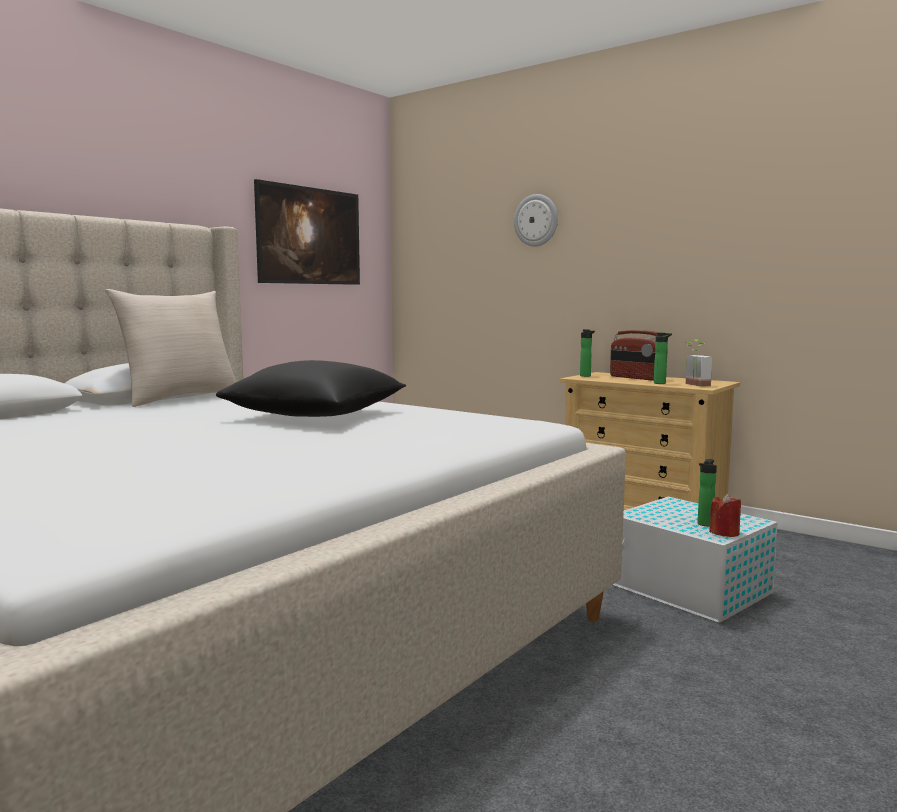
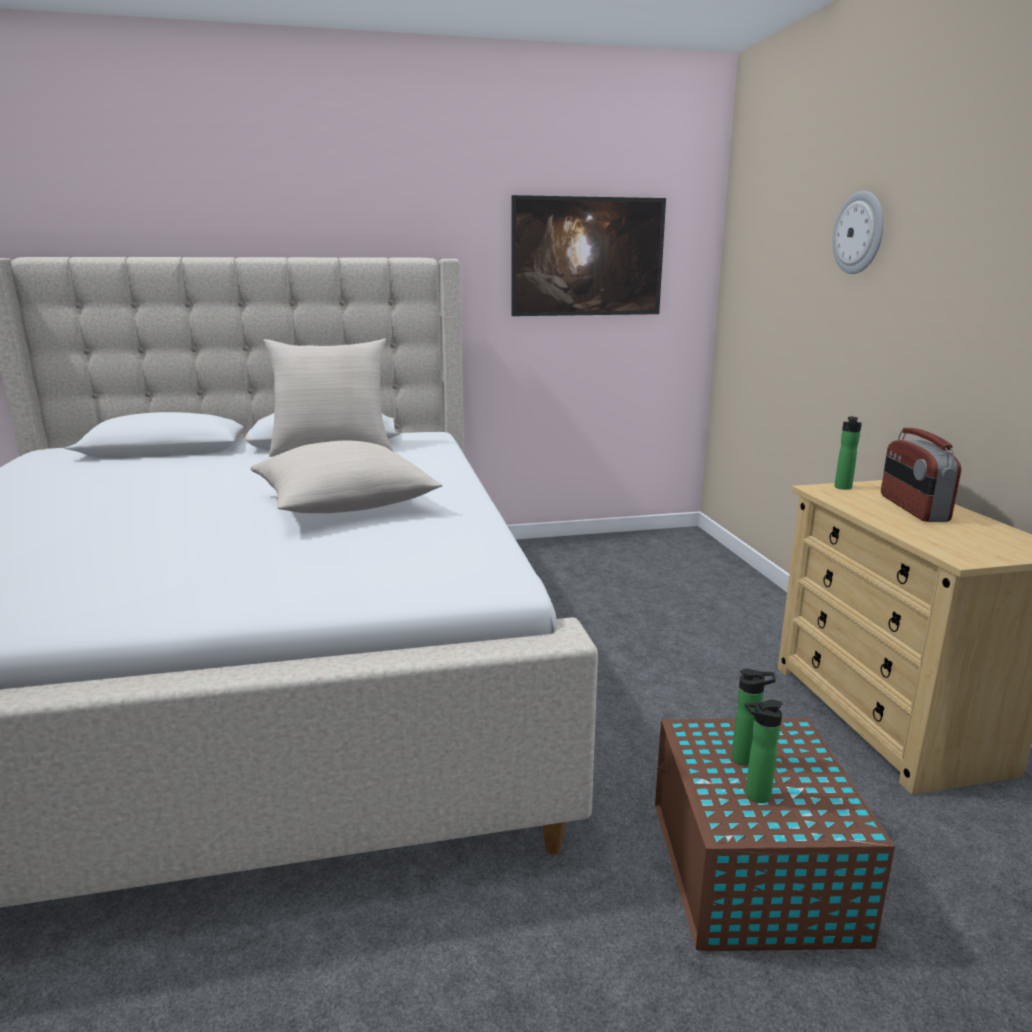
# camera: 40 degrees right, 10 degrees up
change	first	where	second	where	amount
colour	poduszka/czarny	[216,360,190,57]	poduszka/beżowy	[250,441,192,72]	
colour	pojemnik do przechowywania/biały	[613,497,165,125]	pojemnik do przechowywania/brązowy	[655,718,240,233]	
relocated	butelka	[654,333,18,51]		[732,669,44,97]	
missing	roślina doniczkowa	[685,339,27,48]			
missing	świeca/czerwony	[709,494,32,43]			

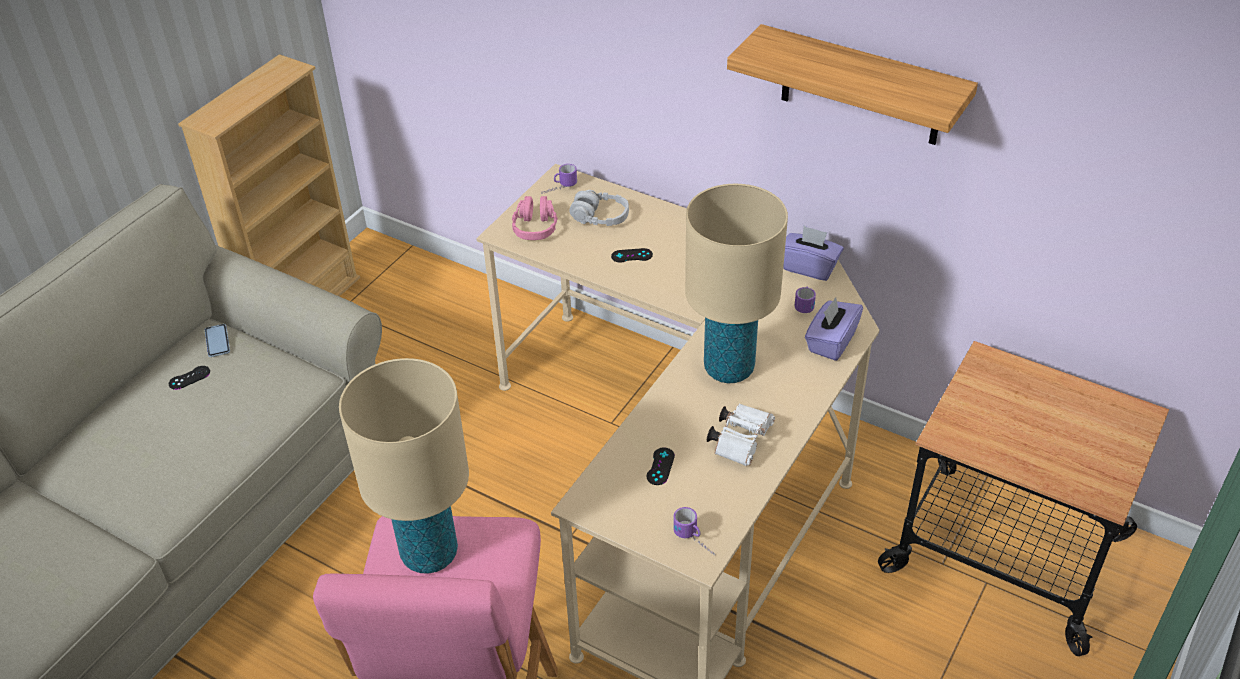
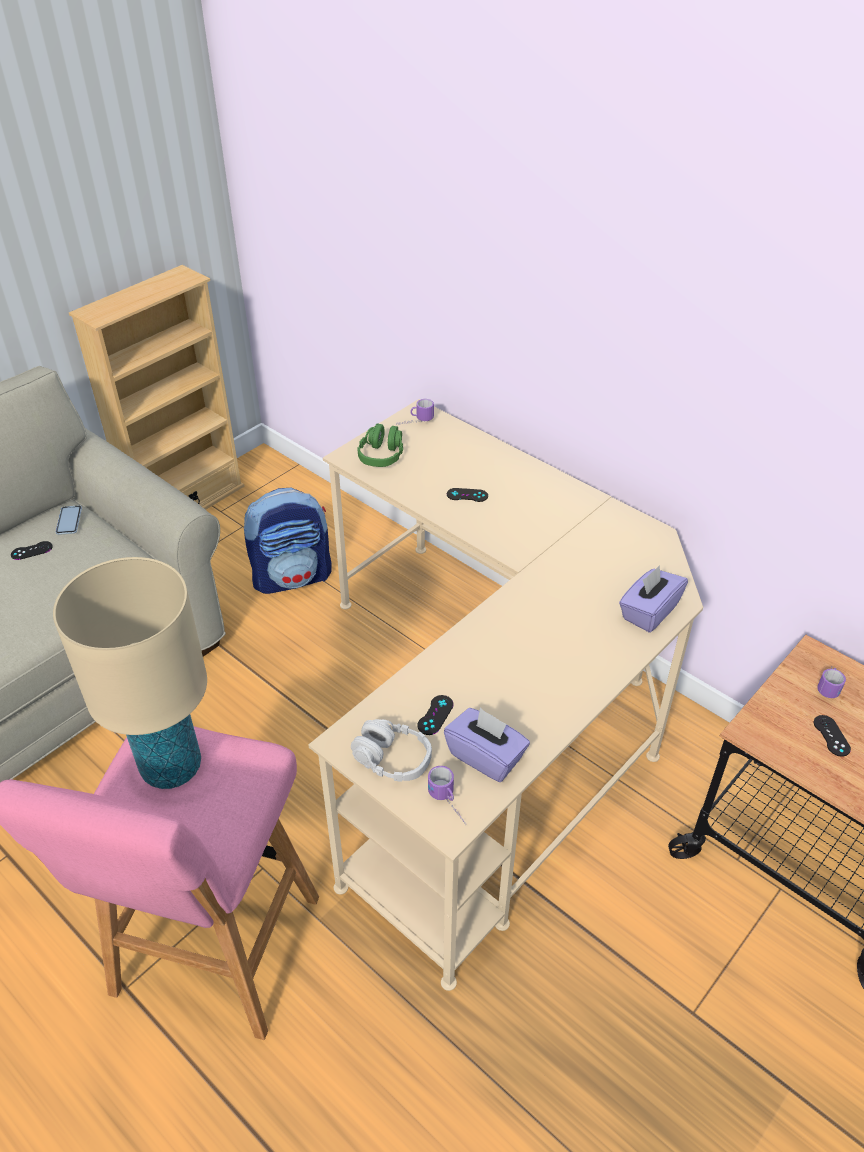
# camera: 10 degrees right, 0 degrees up
change	first	where	second	where	amount
appeared			plecak	[244,488,88,106]	
relocated	słuchawki/szary	[569,190,60,36]		[351,719,81,63]	
colour	słuchawki/różowy	[512,196,45,44]	słuchawki/zielony	[358,423,45,44]	
relocated	pudełko chusteczek/fioletowy	[783,226,61,55]		[444,707,86,75]	
appeared			pad do gier/czarny	[814,715,37,42]	
relocated	kubek	[795,287,21,26]		[817,667,29,31]	
missing	lampa stołowa/beżowy	[685,184,103,199]			
missing	lornetka/biały	[707,404,68,62]			
missing	półka	[727,24,251,121]			

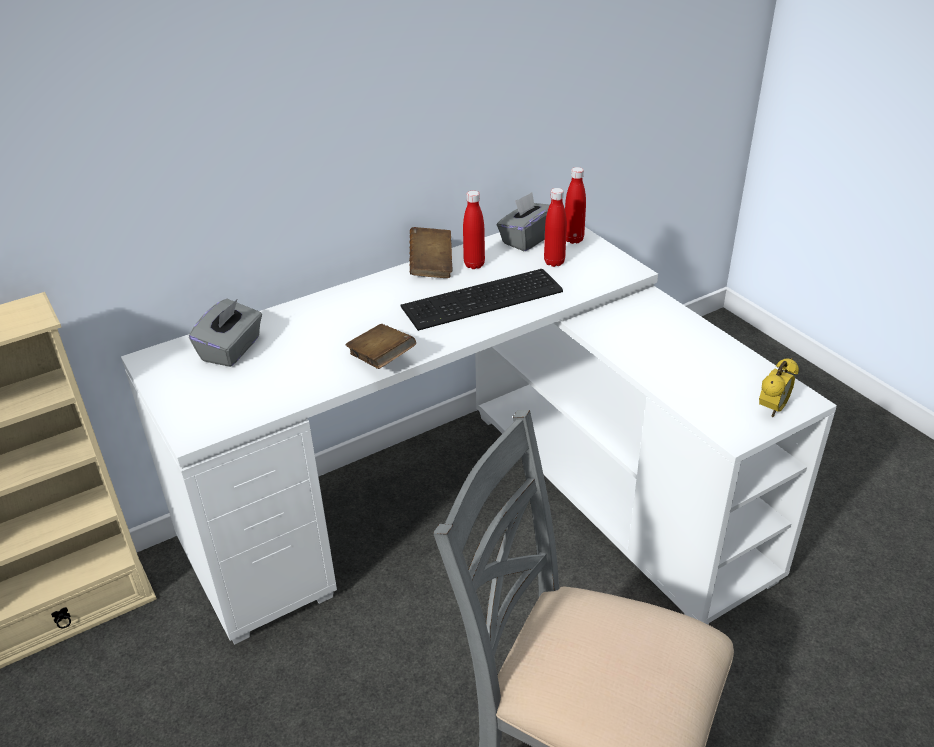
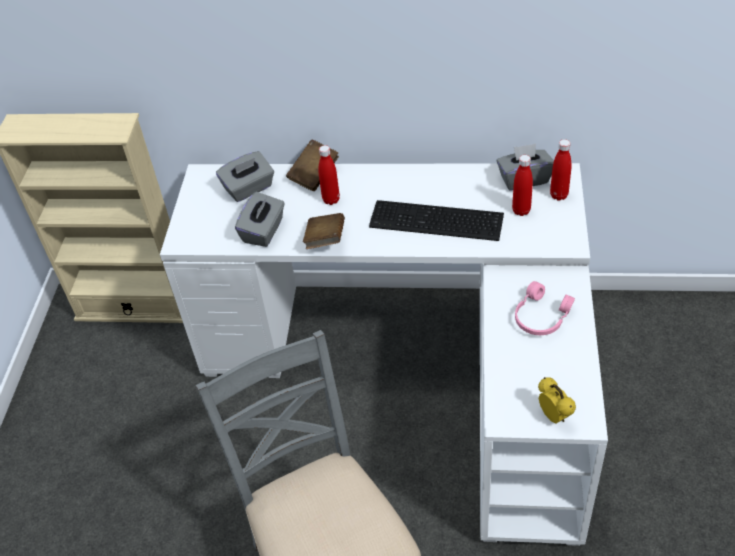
# camera: 40 degrees right, 10 degrees up
change	first	where	second	where	amount
appeared			pudełko chusteczek/szary	[235,192,50,55]	
relocated	książka/brązowy	[409,227,44,51]		[286,140,53,51]	
relocated	butelka/czerwony	[463,190,22,79]		[318,145,22,60]	
appeared			słuchawki/różowy	[515,281,60,54]	
spun	budzik	[759,358,40,59]		[538,377,38,46]	105 degrees counterclockwise

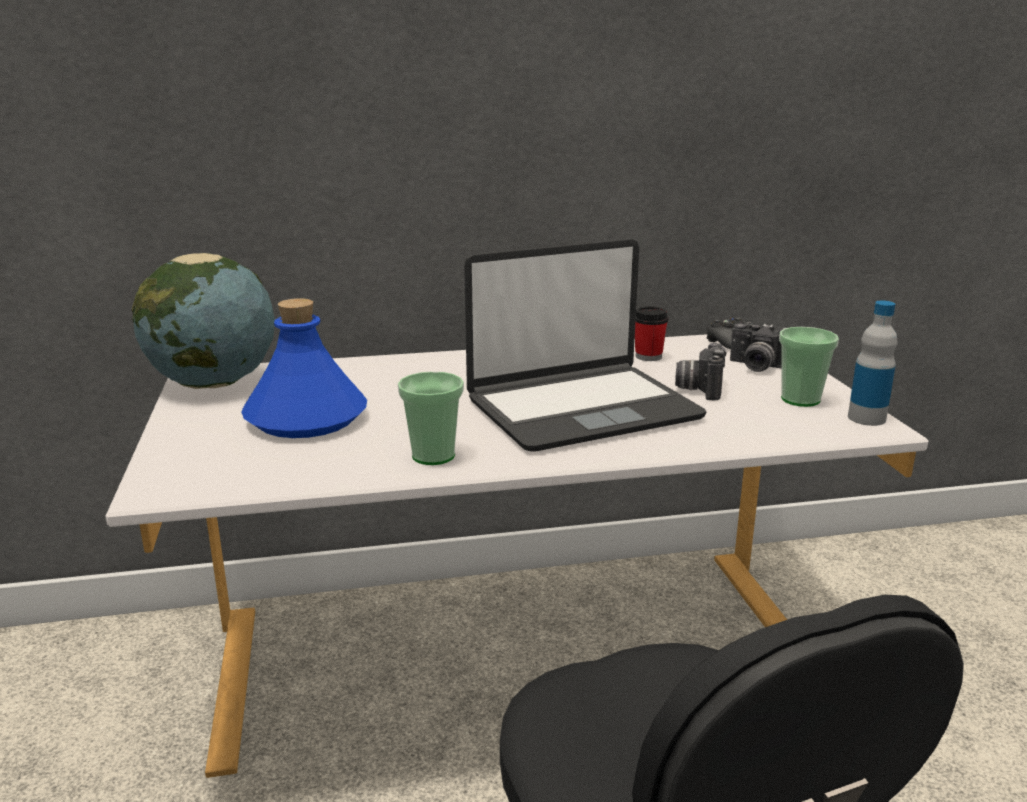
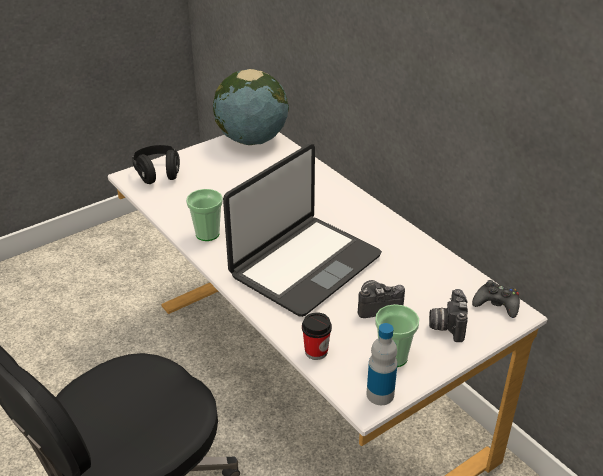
# camera: 65 degrees right, 15 degrees up
change	first	where	second	where	amount
appeared			słuchawki/czarny	[132,145,48,39]	
spun	laptop	[464,239,242,213]		[223,144,159,173]	90 degrees counterclockwise
relocated	filiżanka	[635,306,33,55]		[302,312,30,48]	
missing	butelka/niebieski	[241,298,126,140]			

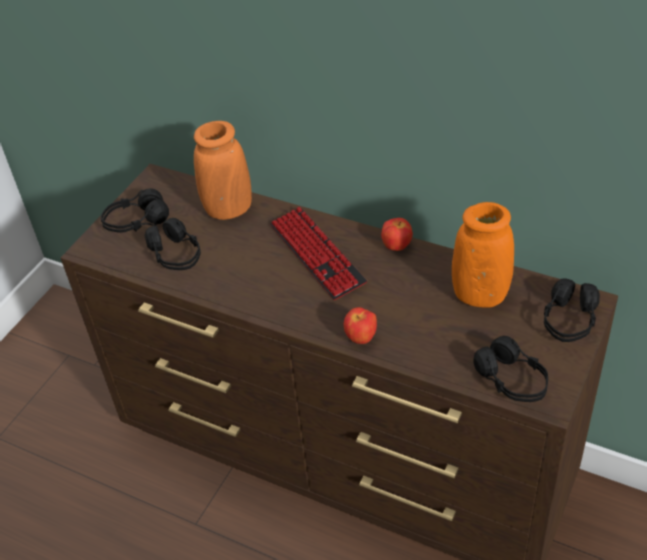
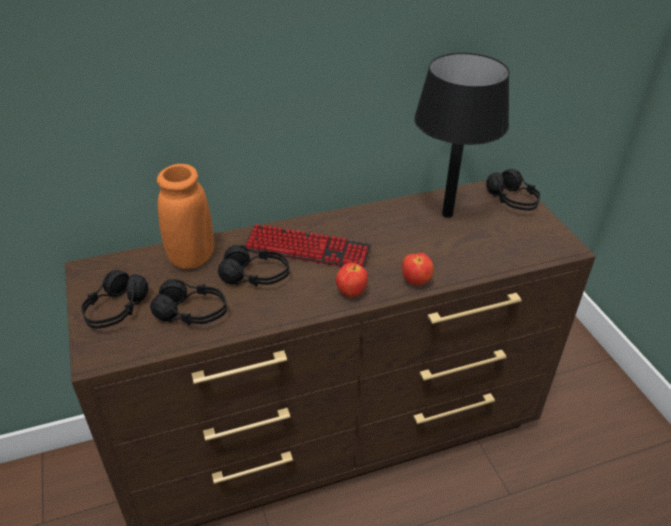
# camera: 50 degrees left, 5 degrees down
change	first	where	second	where	amount
relocated	słuchawki/czarny	[473,336,75,66]		[218,245,71,41]	
relocated	jabłko	[381,218,32,33]		[336,263,32,35]	
exchanged	wazon/pomarańczowy	[452,202,62,106]	lampa stołowa/czarny	[414,53,96,165]	

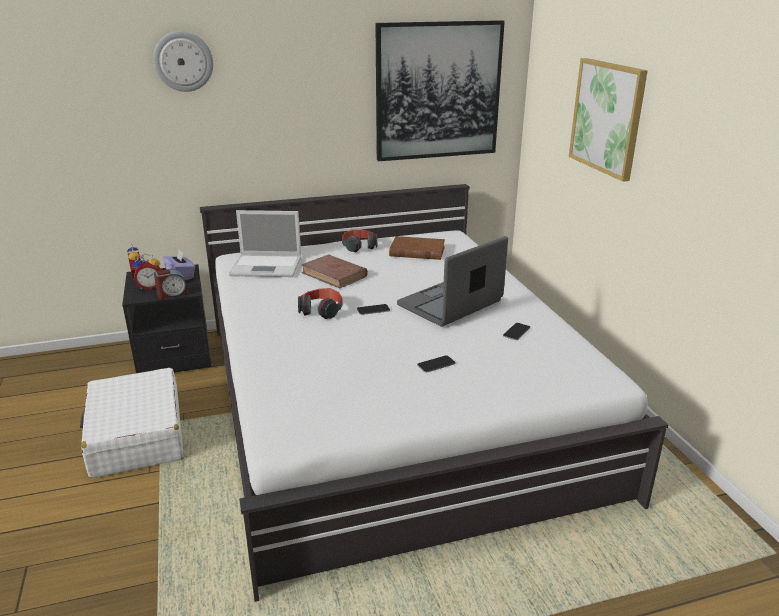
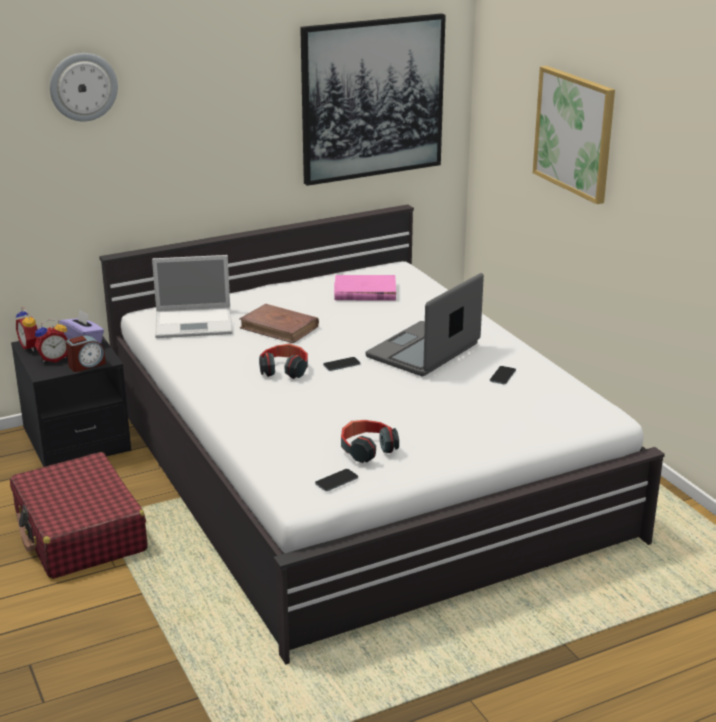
# camera: 10 degrees left, 0 degrees up
change	first	where	second	where	amount
colour	walizka/biały	[80,368,104,110]	walizka/czerwony	[10,452,137,127]	
relocated	telefon	[417,355,38,18]		[315,469,43,22]	
colour	książka/brązowy	[389,236,56,24]	książka/różowy	[334,275,62,25]	
relocated	słuchawki	[342,229,35,23]		[341,420,58,43]	

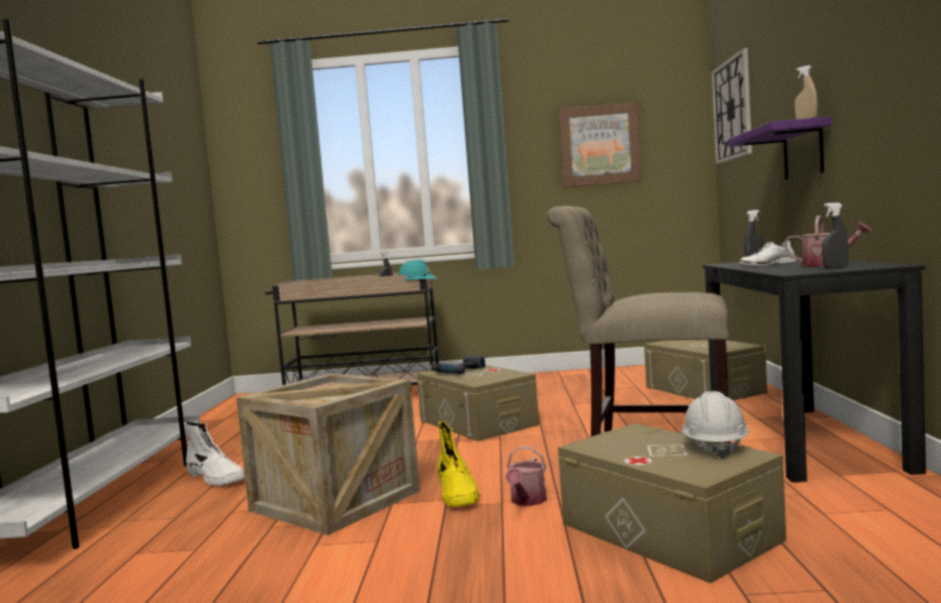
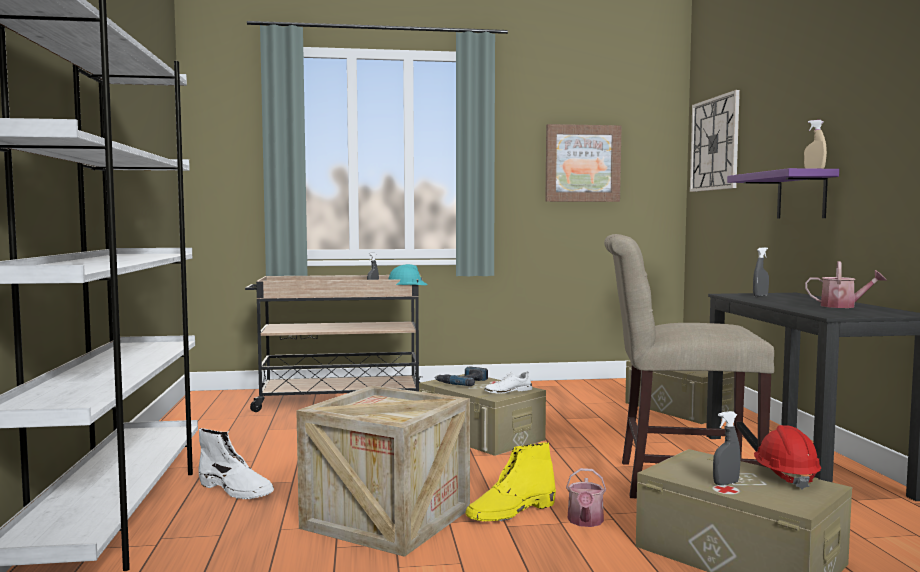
# camera: 10 degrees left, 0 degrees up
change	first	where	second	where	amount
spun	but z cholewką/żółty	[437,421,44,86]		[465,442,91,80]	75 degrees clockwise
relocated	but/biały	[740,241,56,25]		[484,371,48,23]	
relocated	spryskiwacz/szary	[822,203,27,66]		[713,411,28,74]	
colour	kask/biały	[682,391,67,68]	kask/czerwony	[754,425,67,65]	

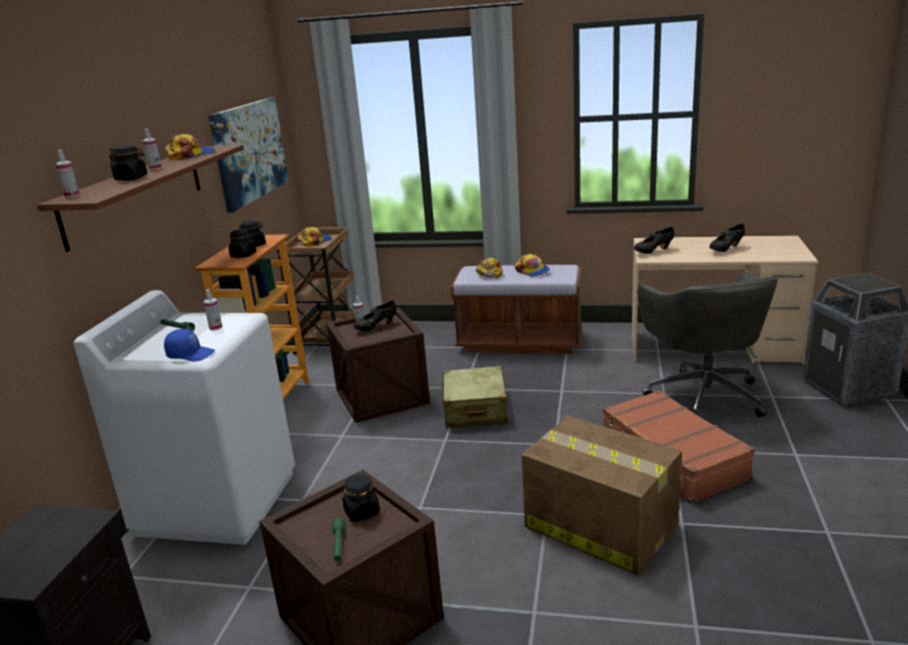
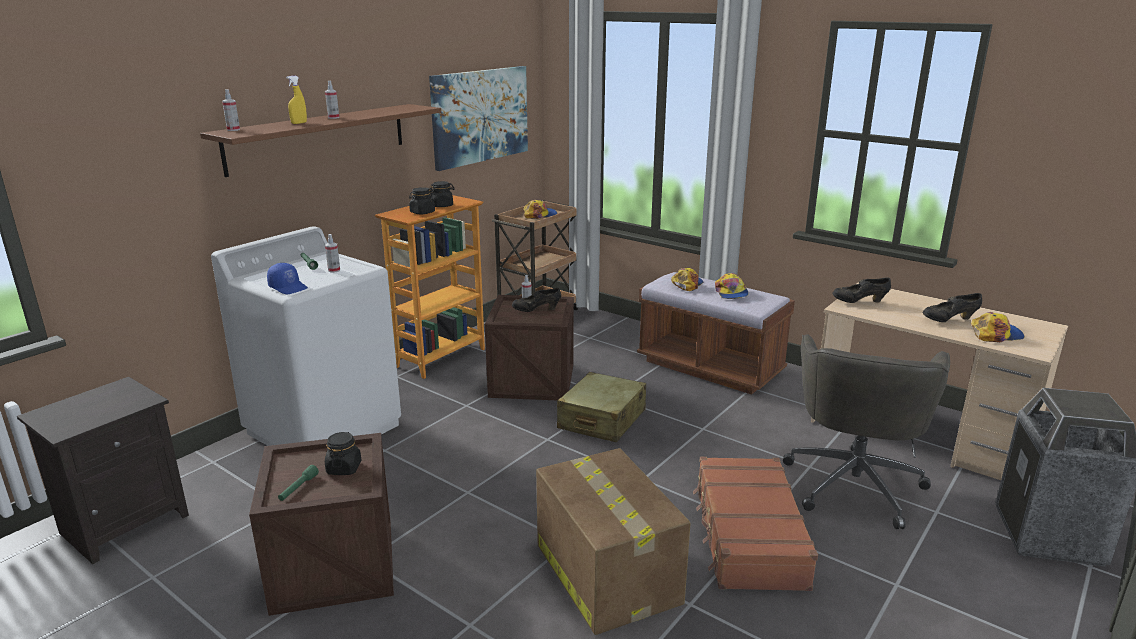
# camera: 25 degrees right, 0 degrees up
change	first	where	second	where	amount
exchanged	słoik/czarny	[109,145,38,36]	spryskiwacz/żółty	[286,76,21,48]	
relocated	czapka z daszkiem	[165,134,50,25]		[971,312,53,30]	

